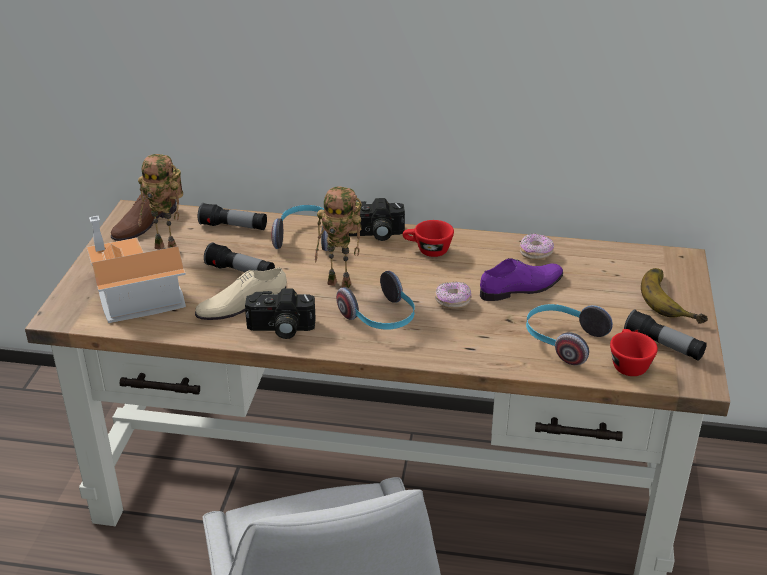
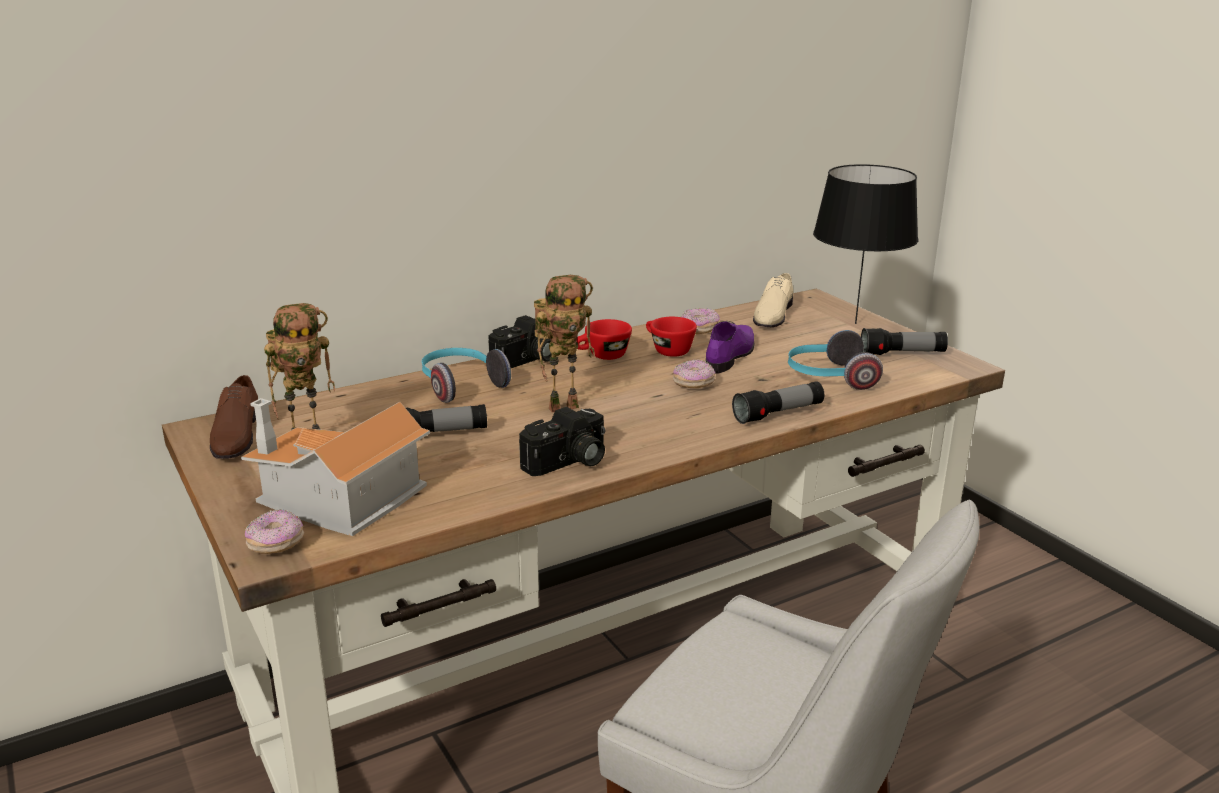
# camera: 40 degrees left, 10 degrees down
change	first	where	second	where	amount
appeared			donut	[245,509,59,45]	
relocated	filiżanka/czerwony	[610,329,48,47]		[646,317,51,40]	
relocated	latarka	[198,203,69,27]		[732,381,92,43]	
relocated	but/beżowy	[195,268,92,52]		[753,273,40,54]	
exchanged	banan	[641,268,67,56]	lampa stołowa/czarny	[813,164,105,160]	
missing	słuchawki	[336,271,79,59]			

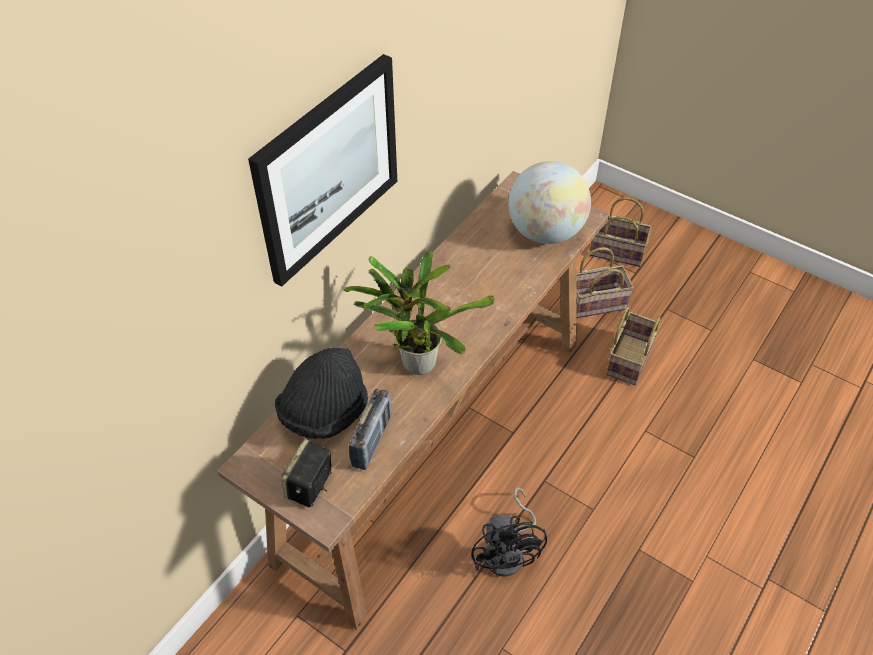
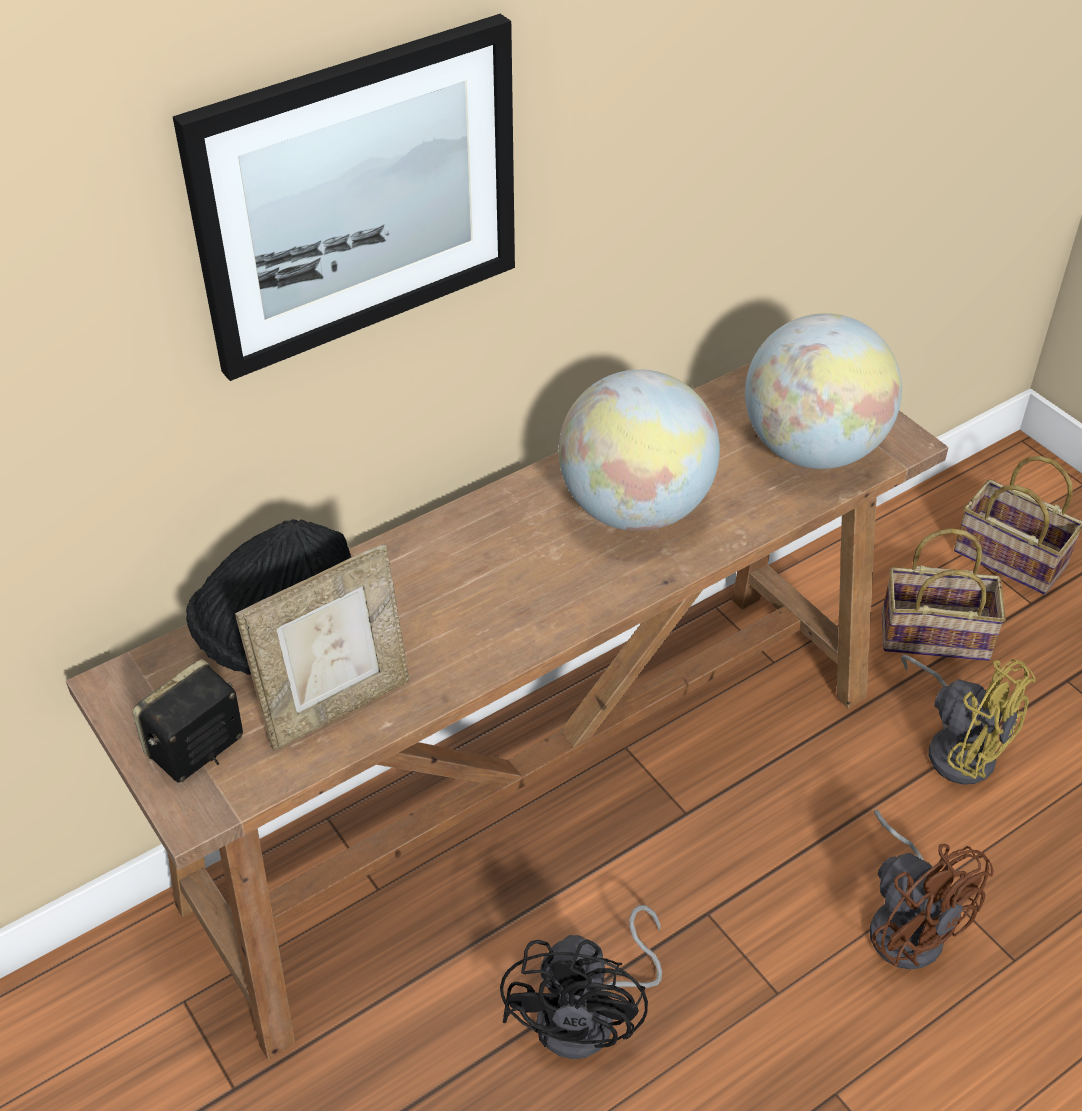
# camera: 20 degrees right, 5 degrees down
change	first	where	second	where	amount
exchanged	radio	[349,389,42,81]	ramka na zdjęcie	[235,544,175,207]	
appeared			globus	[558,369,162,162]	
appeared			wentylator/brązowy	[870,809,124,161]	
exchanged	koszyk	[606,306,55,79]	wentylator/żółty	[901,654,135,131]	
missing	roślina doniczkowa	[344,251,151,124]			

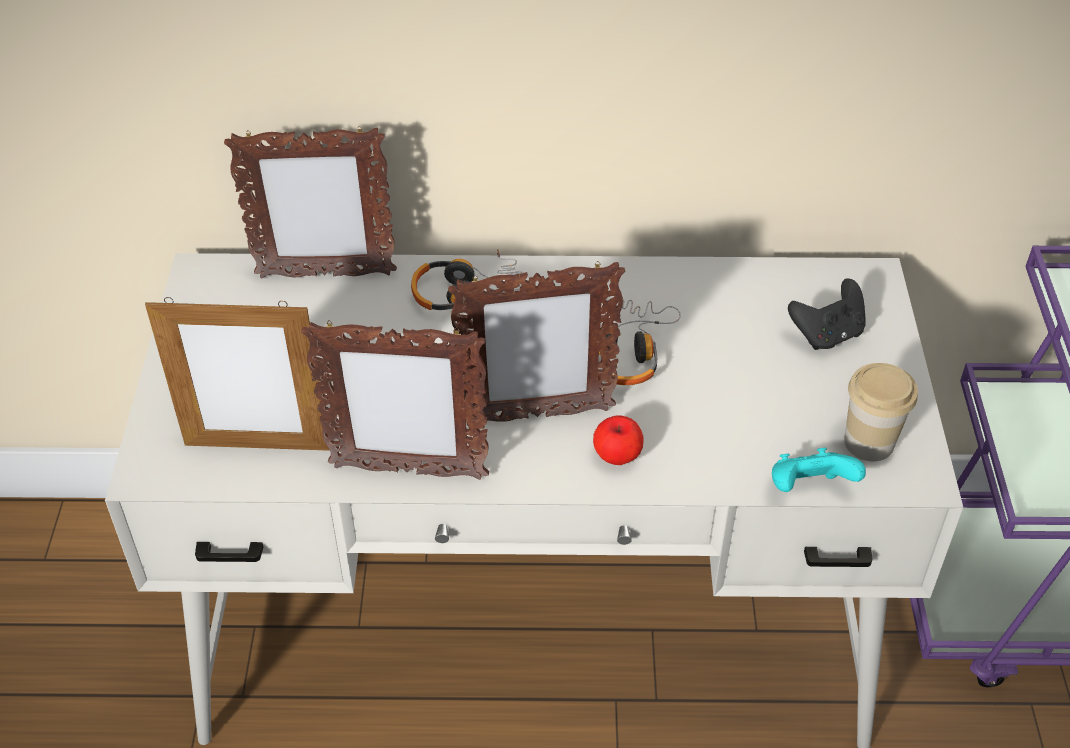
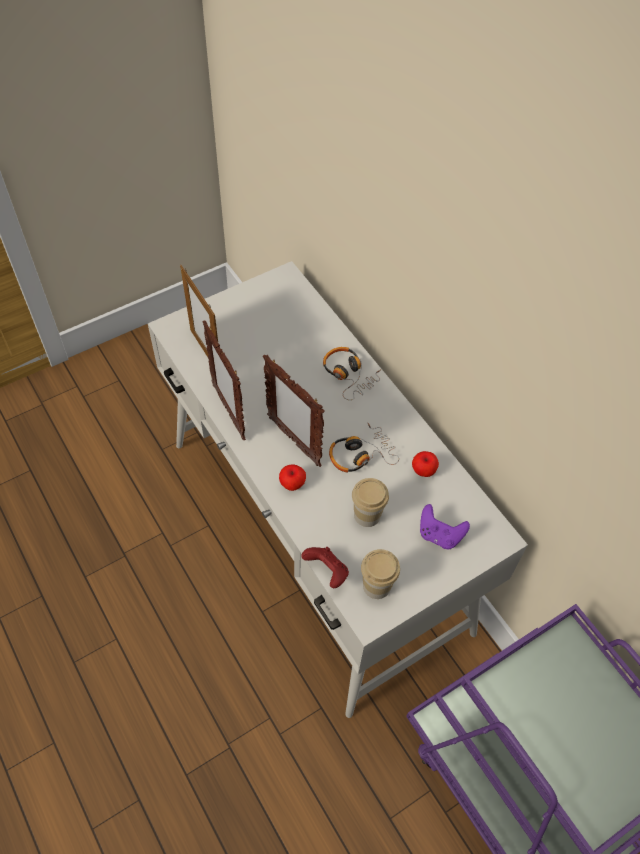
# camera: 55 degrees right, 10 degrees up
change	first	where	second	where	amount
colour	pad do gier/turkusowy	[772,448,94,44]	pad do gier/czerwony	[301,547,48,41]	
appeared			filiżanka	[352,478,37,49]	
appeared			jabłko	[412,451,27,26]	
colour	pad do gier/czarny	[788,278,78,72]	pad do gier/fioletowy	[420,504,50,45]	
missing	ramka na zdjęcie	[224,126,173,152]			

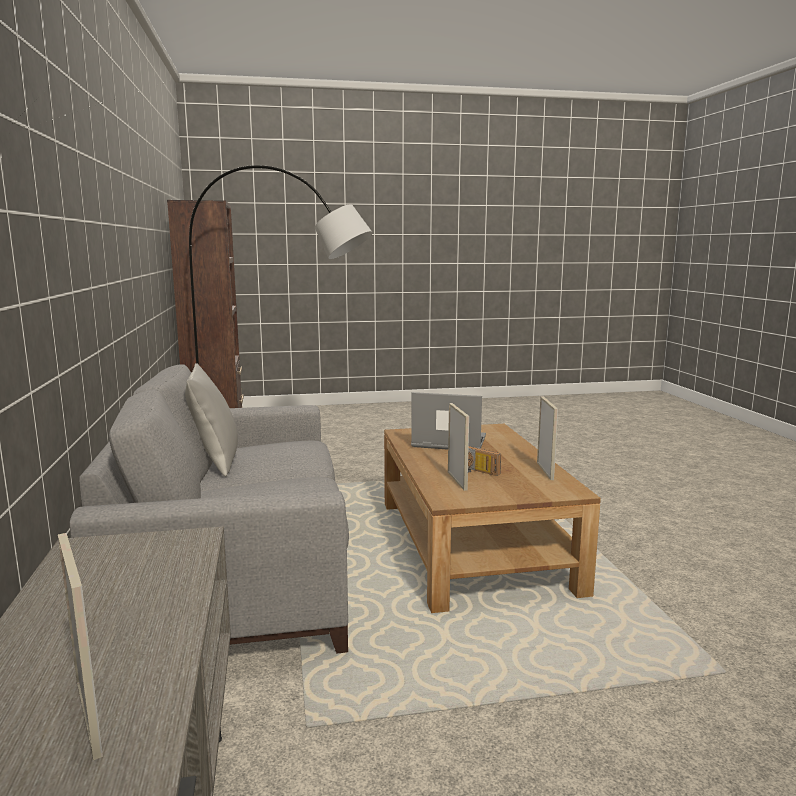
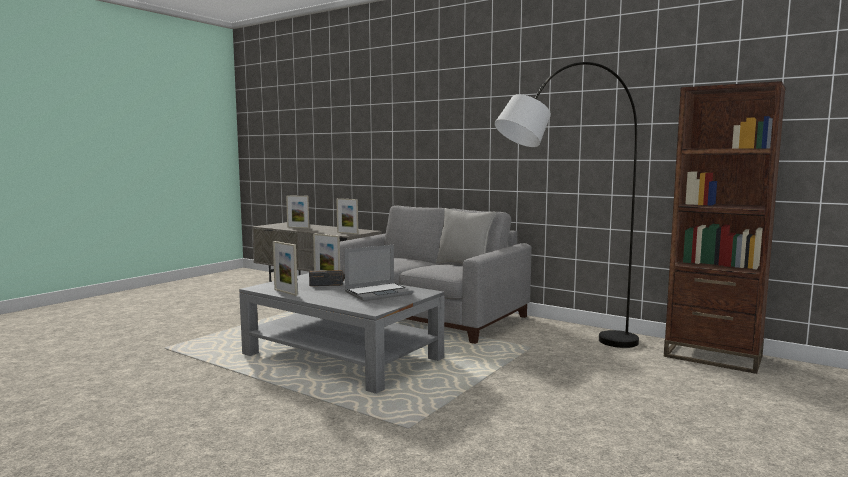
# camera: 135 degrees right, 5 degrees down
change	first	where	second	where	amount
colour	ława/brązowy	[384,424,217,189]	ława/szary	[239,273,206,121]	
appeared			ramka na zdjęcie	[336,198,22,36]	

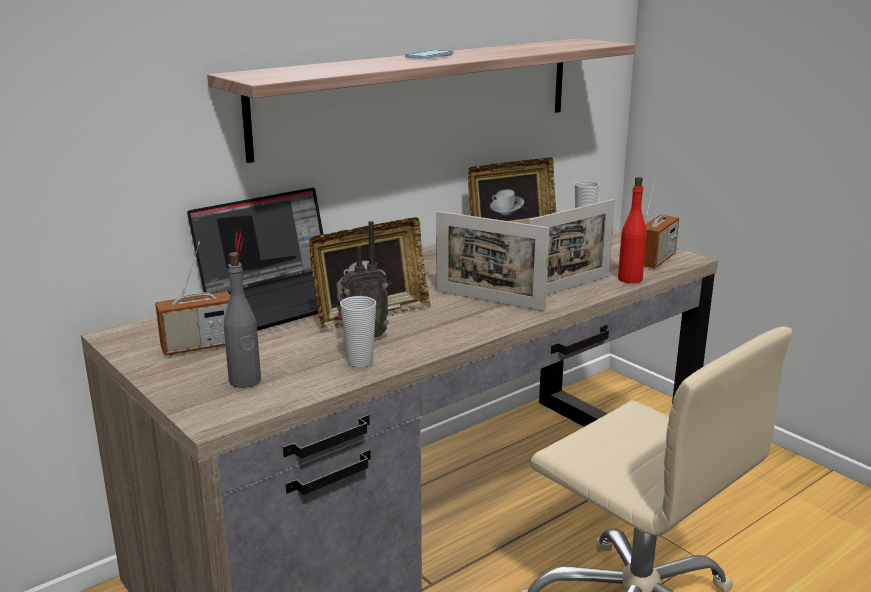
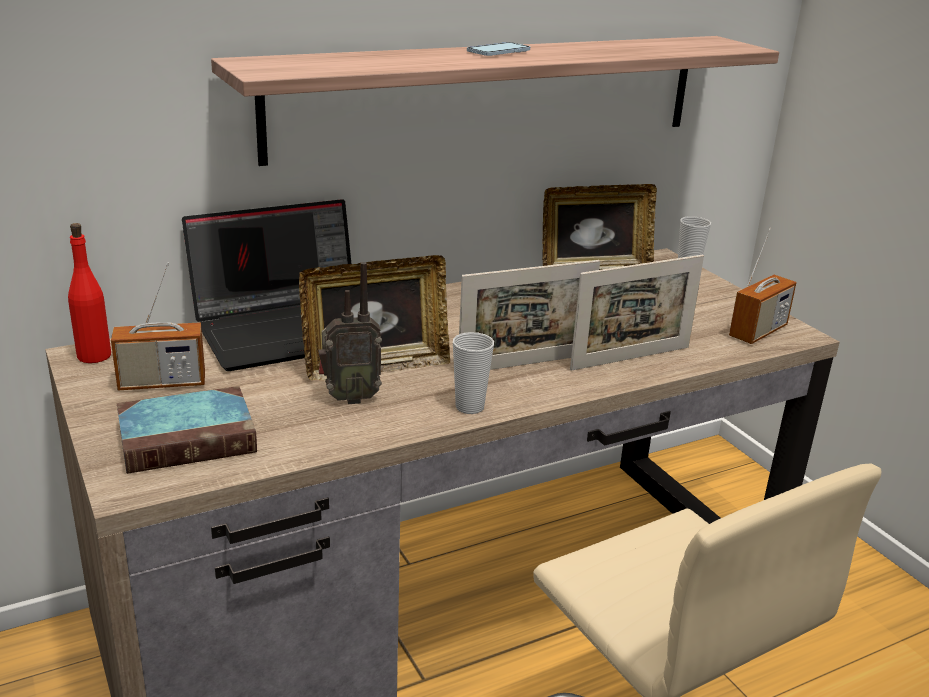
# camera: 10 degrees right, 5 degrees up
change	first	where	second	where	amount
relocated	butelka/czerwony	[618,177,29,106]		[68,223,43,140]	
exchanged	butelka/szary	[224,252,37,136]	książka	[117,386,140,88]	
relocated	filiżanka	[340,296,36,72]		[453,332,41,82]	
spun	ramka na zdjęcie	[436,211,113,100]		[459,260,141,110]	60 degrees counterclockwise

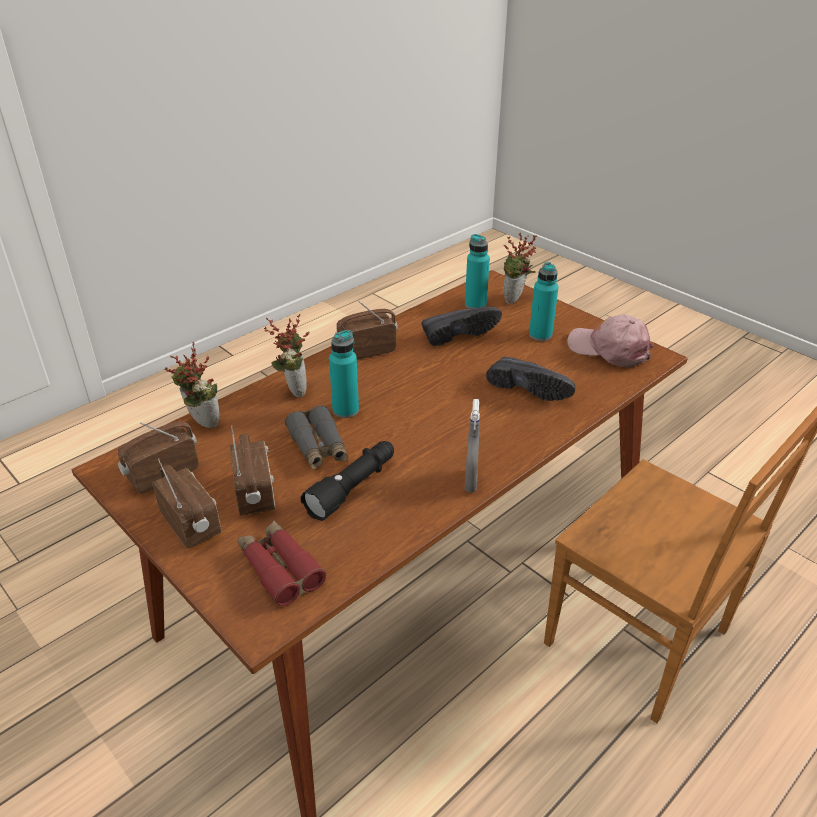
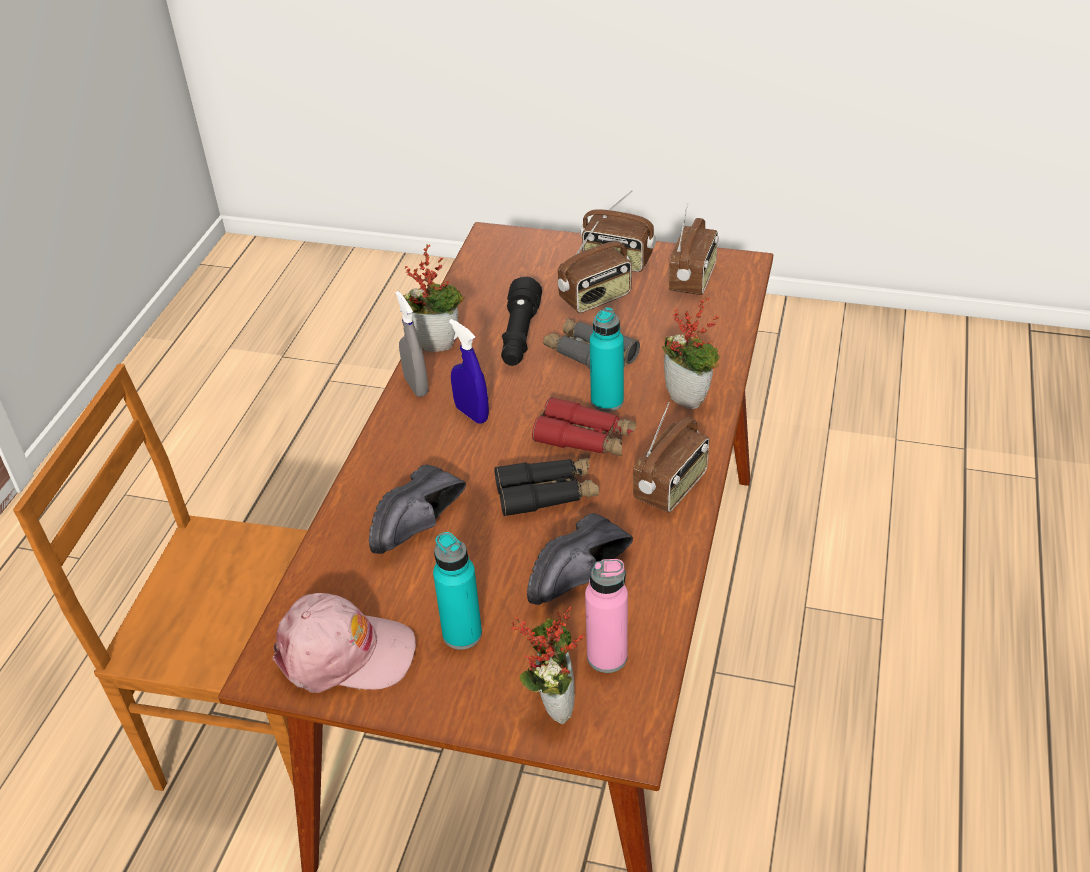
# camera: 150 degrees right, 5 degrees up
change	first	where	second	where	amount
spun	but/czarny	[486,357,89,44]		[369,464,97,90]	60 degrees counterclockwise
relocated	roślina doniczkowa	[165,342,55,86]		[403,244,62,108]	
appeared			spryskiwacz/niebieski	[449,319,40,105]	
appeared			lornetka/czarny	[494,458,105,59]	
relocated	lornetka/czerwony	[237,521,89,85]		[532,397,104,59]	
spun	radio	[230,425,45,91]		[558,221,74,92]	75 degrees counterclockwise
colour	butelka/turkusowy	[465,234,25,75]	butelka/różowy	[585,559,43,114]	

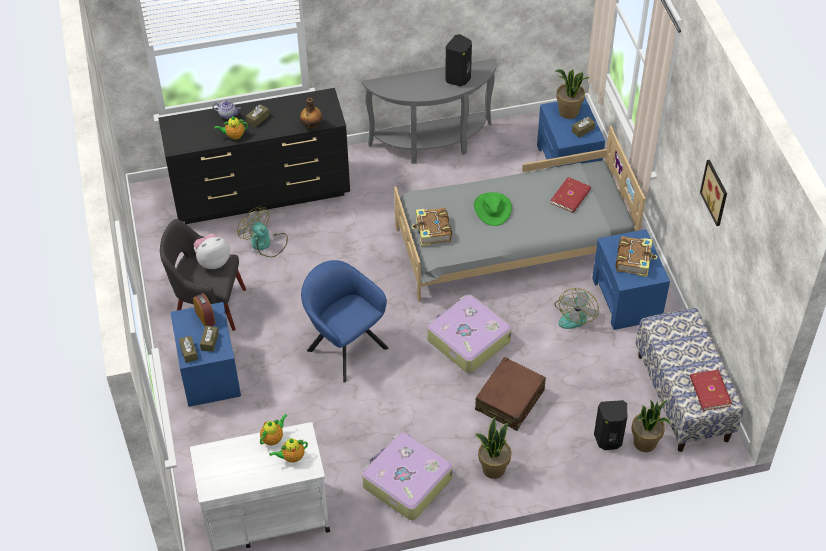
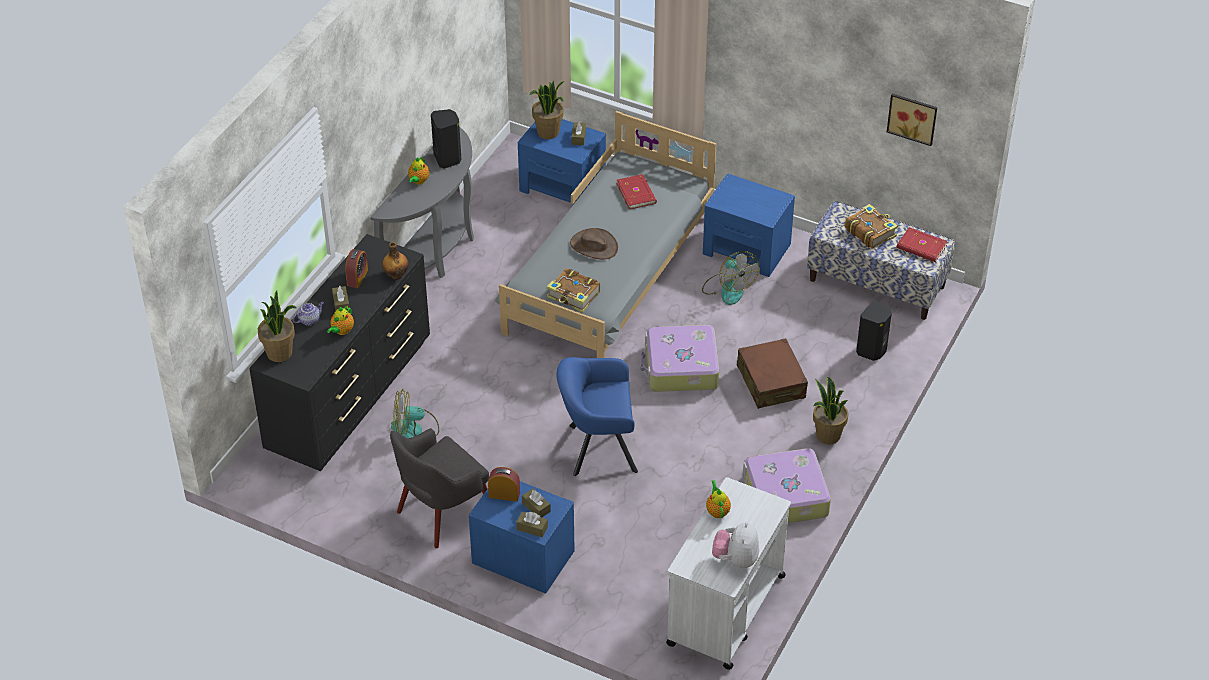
# camera: 50 degrees left, 5 degrees down
change	first	where	second	where	amount
relocated	roślina doniczkowa	[632,400,38,52]		[258,291,39,71]	
appeared			budzik	[345,249,23,39]	
relocated	imbryk	[269,438,39,24]		[408,157,21,27]	
colour	kapelusz/zielony	[474,192,38,34]	kapelusz/brązowy	[570,228,48,32]	
relocated	pluszak	[194,234,36,35]		[712,522,47,46]	
relocated	książka	[616,236,42,41]		[845,204,53,45]	
relocated	obraz	[700,160,27,66]		[887,93,50,53]	

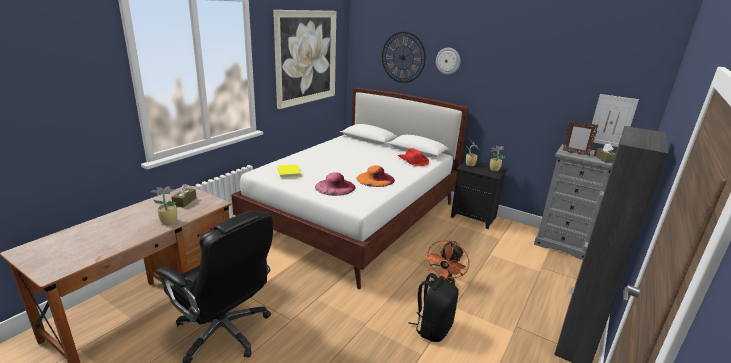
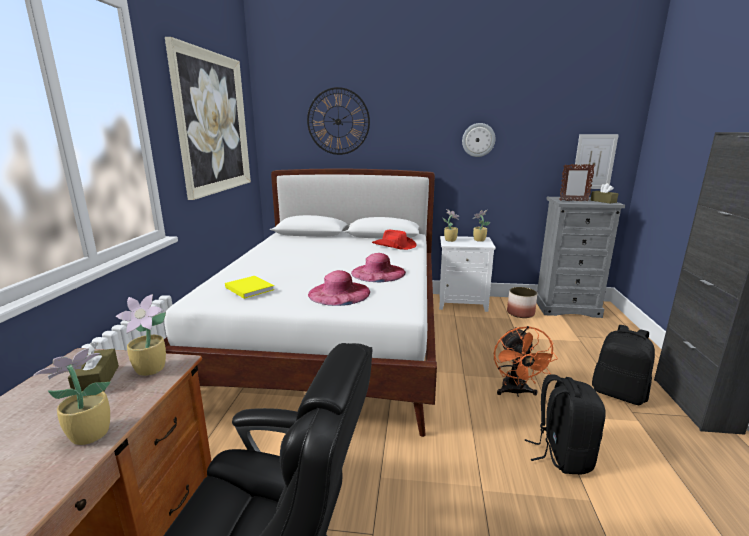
# camera: 25 degrees left, 5 degrees down
change	first	where	second	where	amount
appeared			roślina doniczkowa	[115,294,51,82]	
colour	kapelusz/pomarańczowy	[357,165,38,22]	kapelusz/różowy	[351,253,55,29]	
colour	szafka nocna/czarny	[451,161,57,68]	szafka nocna/biały	[439,236,57,76]	
relocated	zegar ścienny	[436,48,24,27]		[462,123,34,34]	
appeared			donica	[507,287,30,31]	
appeared			plecak/czarny	[592,325,63,80]	

